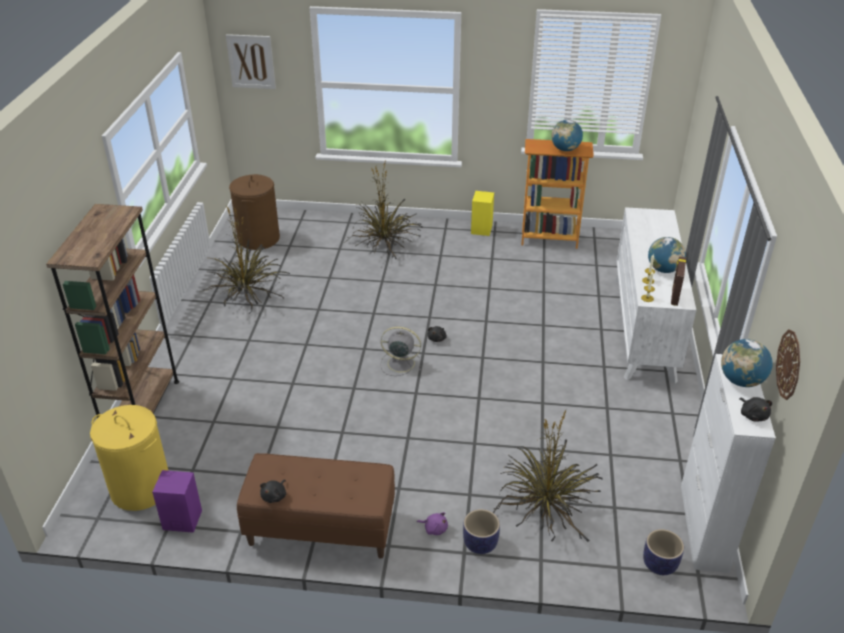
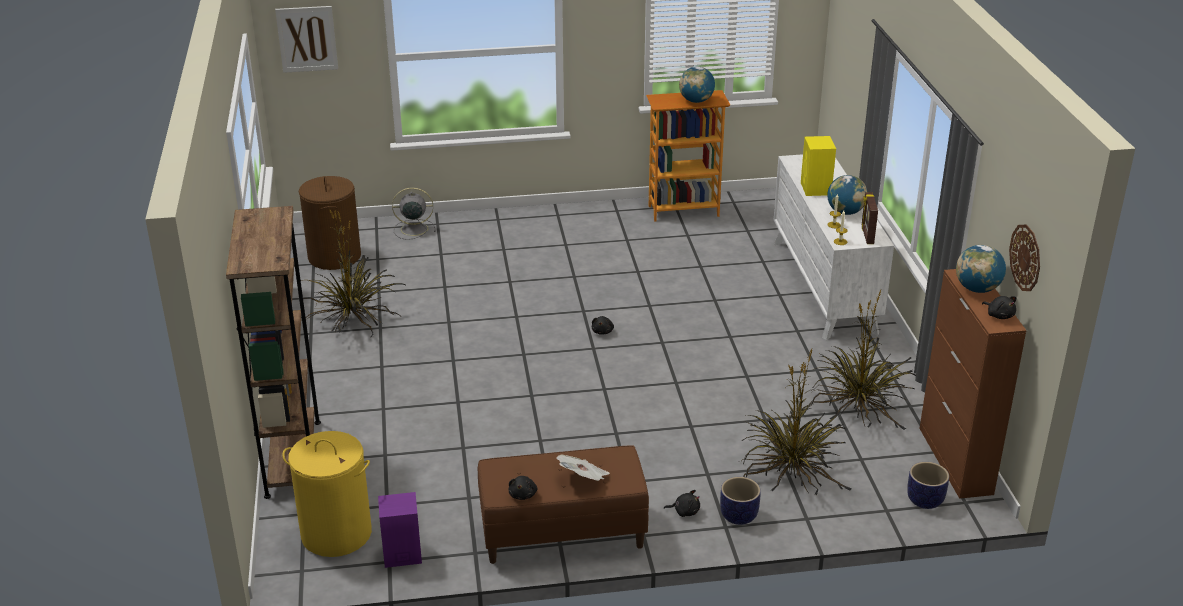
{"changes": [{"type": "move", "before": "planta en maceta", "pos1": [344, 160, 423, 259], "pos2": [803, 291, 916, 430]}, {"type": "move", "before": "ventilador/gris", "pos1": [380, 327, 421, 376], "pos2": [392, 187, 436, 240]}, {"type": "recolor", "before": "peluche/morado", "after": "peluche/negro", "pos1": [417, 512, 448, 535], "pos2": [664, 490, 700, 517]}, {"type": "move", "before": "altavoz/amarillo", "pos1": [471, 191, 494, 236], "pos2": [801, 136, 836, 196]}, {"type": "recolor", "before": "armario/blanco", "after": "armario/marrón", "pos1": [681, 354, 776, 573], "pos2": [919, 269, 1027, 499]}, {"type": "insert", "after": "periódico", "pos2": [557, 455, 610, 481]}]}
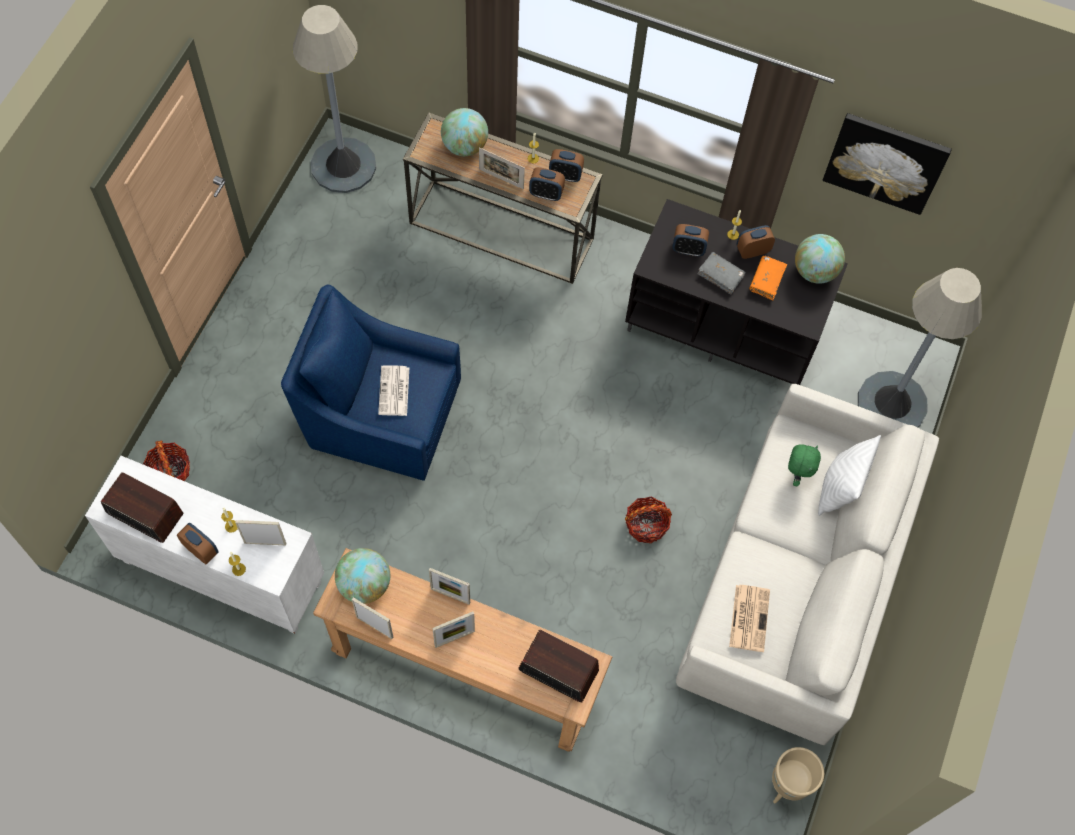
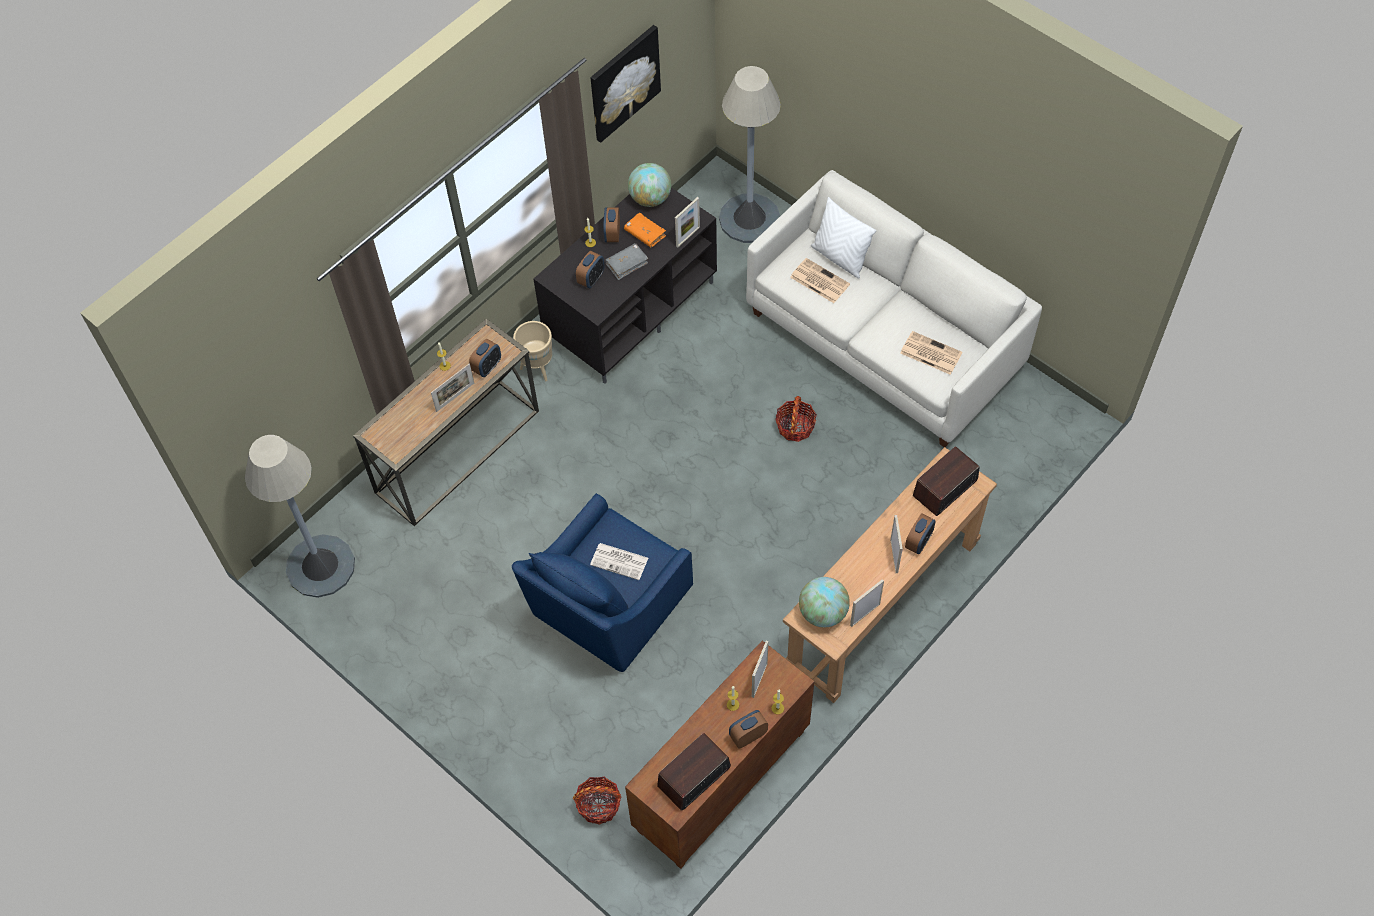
{"changes": [{"type": "recolor", "before": "armario/blanco", "after": "armario/marrón", "pos1": [85, 456, 324, 634], "pos2": [625, 640, 814, 869]}, {"type": "move", "before": "portarretratos", "pos1": [429, 568, 470, 605], "pos2": [675, 197, 700, 248]}, {"type": "delete", "before": "globo terráqueo", "pos1": [441, 108, 488, 156]}, {"type": "move", "before": "despertador", "pos1": [549, 149, 584, 182], "pos2": [905, 513, 936, 554]}, {"type": "move", "before": "maceta/beis", "pos1": [772, 747, 824, 803], "pos2": [513, 321, 552, 381]}, {"type": "replace", "before": "peluche/verde", "after": "periódico", "pos1": [788, 444, 821, 486], "pos2": [790, 258, 850, 303]}]}
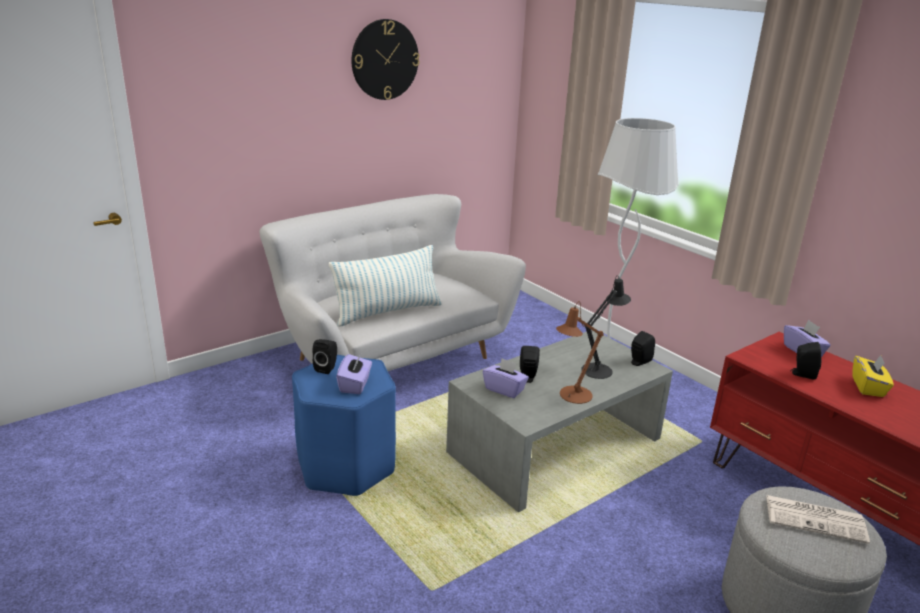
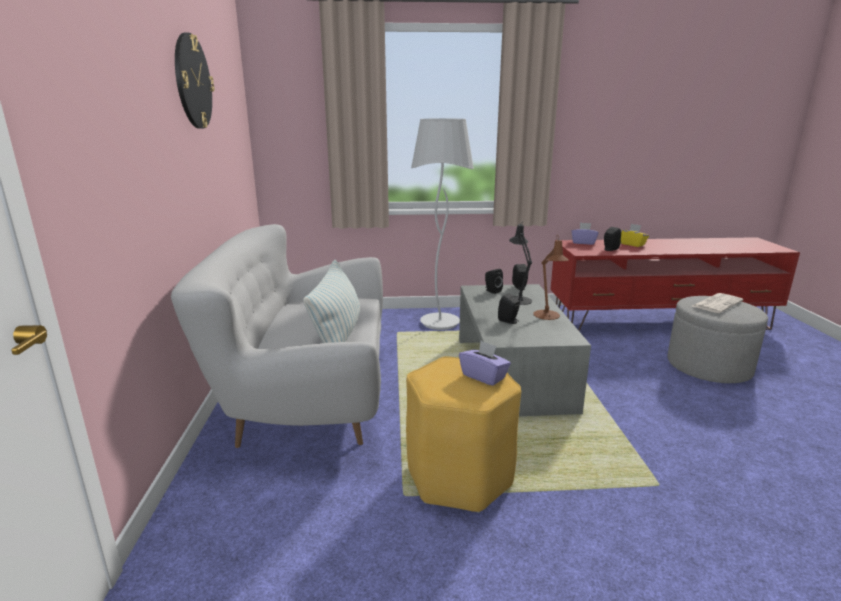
{"changes": [{"type": "recolor", "before": "taburete/azul", "after": "taburete/amarillo", "pos1": [292, 355, 396, 496], "pos2": [406, 356, 521, 513]}, {"type": "move", "before": "altavoz/negro", "pos1": [312, 339, 337, 374], "pos2": [485, 269, 503, 294]}, {"type": "delete", "before": "caja de pañuelos/morado", "pos1": [483, 358, 529, 398]}]}
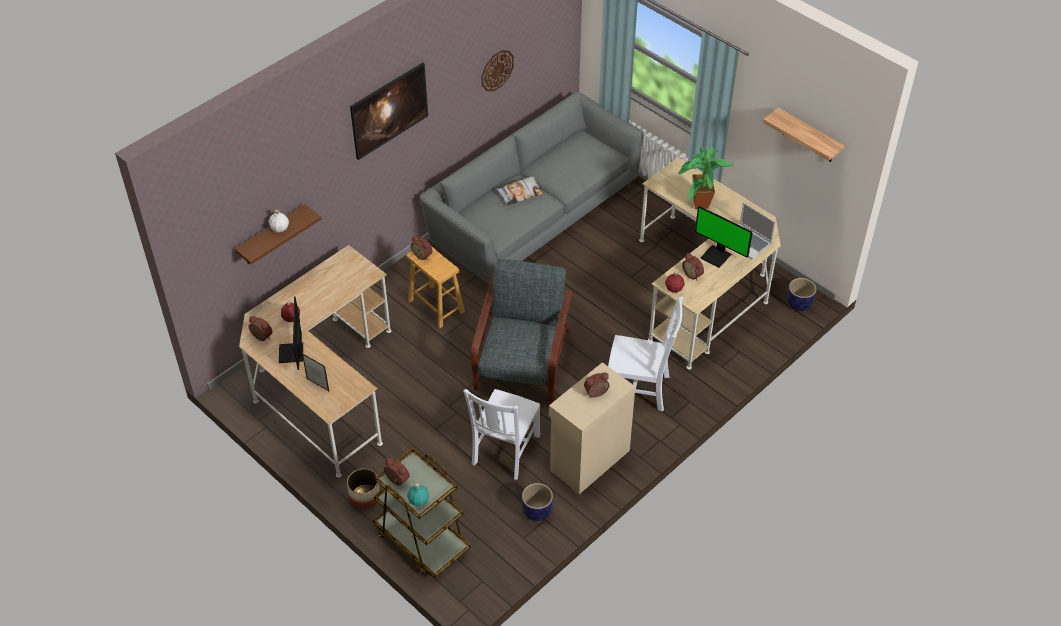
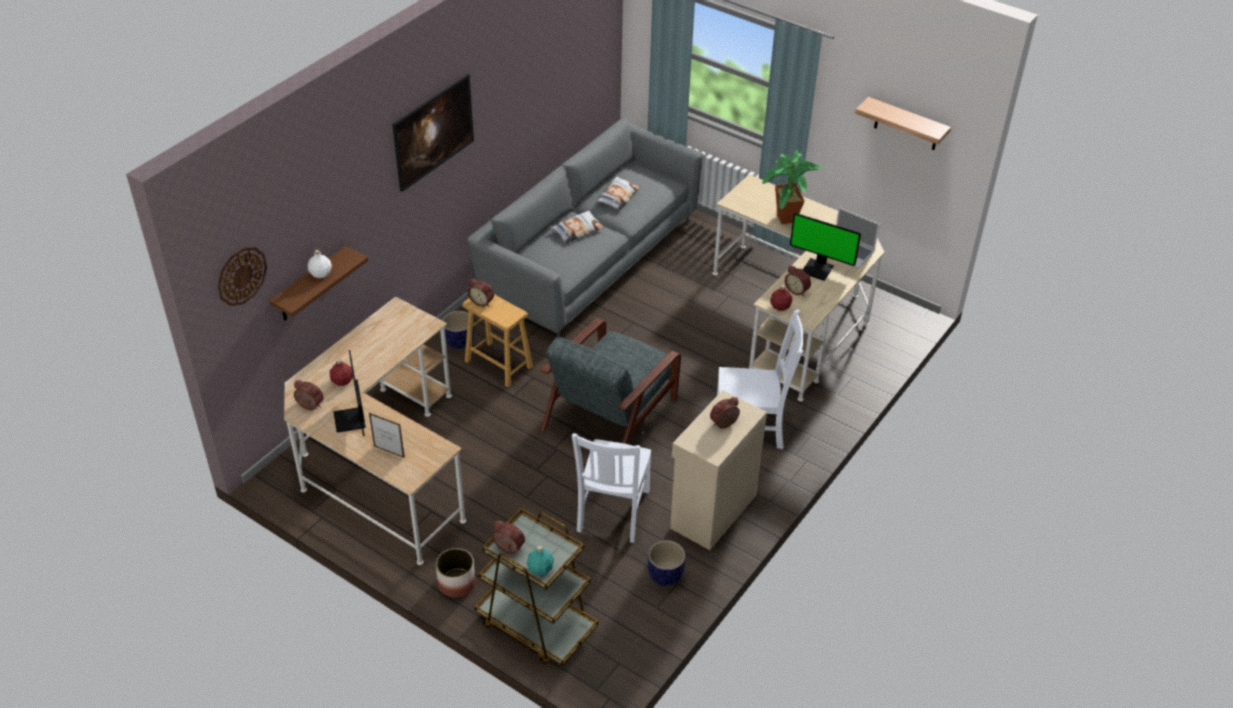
{"changes": [{"type": "rotate", "before": "sillón/gris", "pos1": [471, 259, 573, 402], "pos2": [540, 318, 681, 444], "turn": -150}, {"type": "move", "before": "reloj de pared", "pos1": [481, 50, 514, 91], "pos2": [217, 247, 267, 306]}, {"type": "move", "before": "maceta", "pos1": [787, 278, 817, 311], "pos2": [442, 311, 474, 349]}, {"type": "insert", "after": "cojín", "pos2": [597, 176, 640, 210]}]}
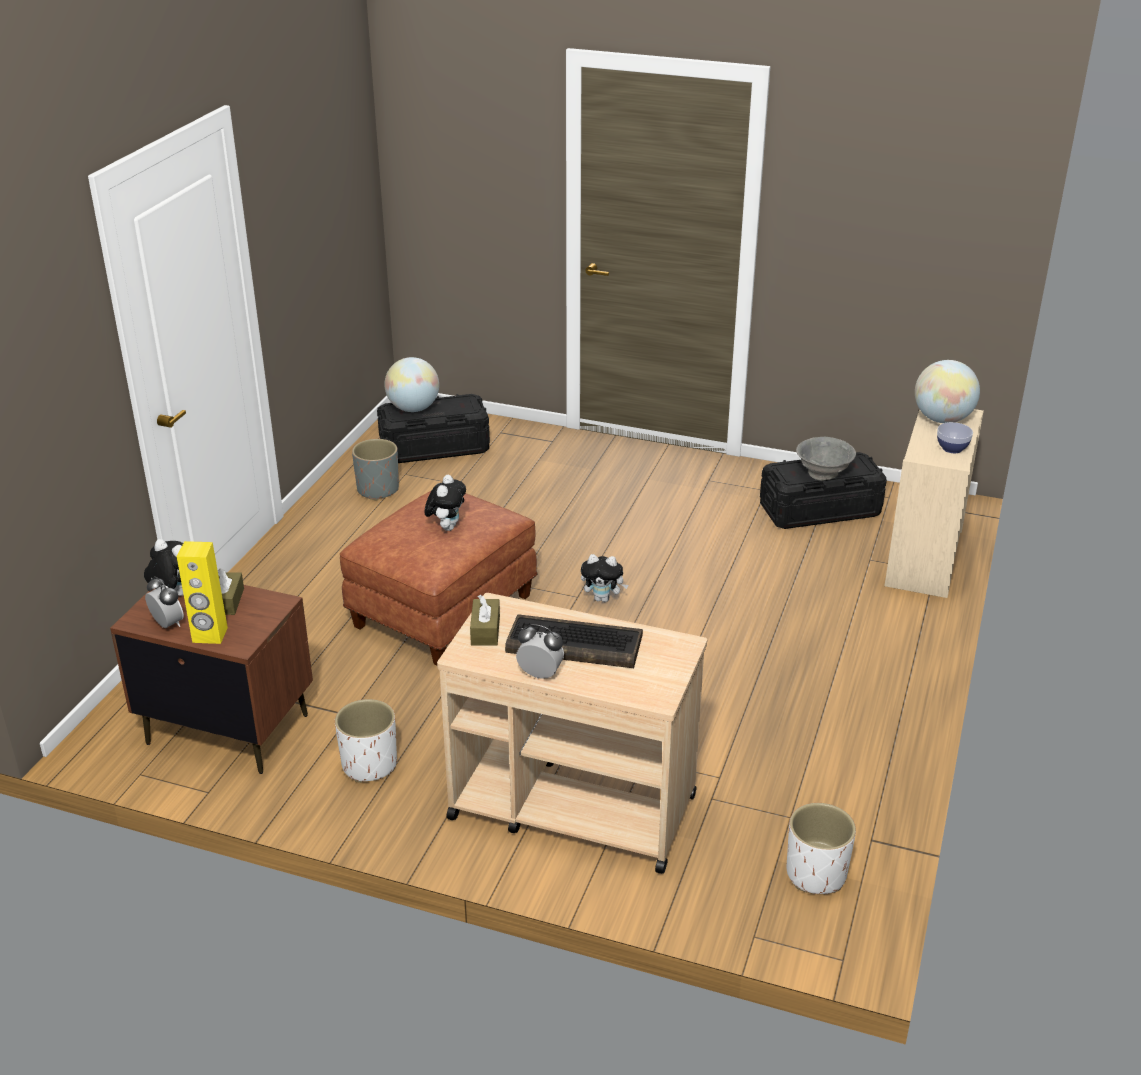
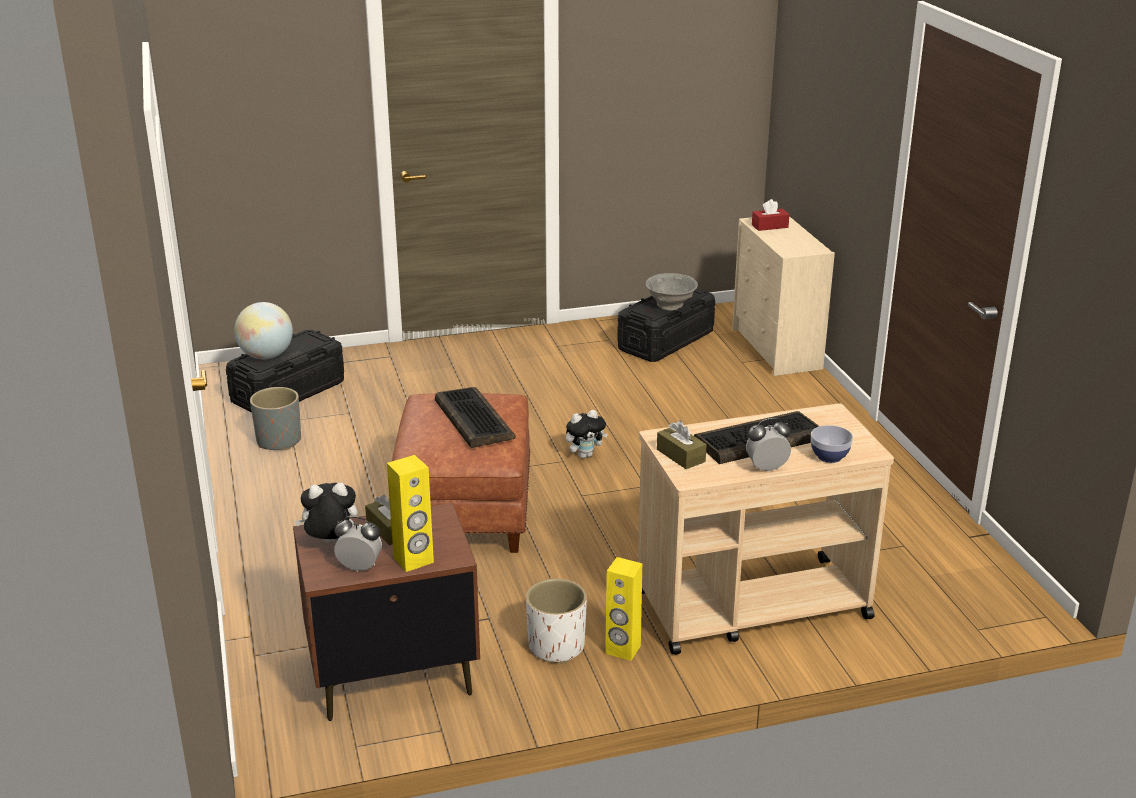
{"changes": [{"type": "replace", "before": "peluche", "after": "teclado", "pos1": [425, 474, 466, 531], "pos2": [435, 387, 516, 448]}, {"type": "delete", "before": "maceta/blanco", "pos1": [786, 803, 856, 894]}, {"type": "replace", "before": "globo terráqueo", "after": "caja de pañuelos/rojo", "pos1": [915, 360, 980, 423], "pos2": [752, 199, 790, 231]}, {"type": "move", "before": "cuenco", "pos1": [937, 422, 973, 453], "pos2": [811, 425, 853, 463]}, {"type": "insert", "after": "altavoz/amarillo", "pos2": [605, 557, 642, 661]}]}
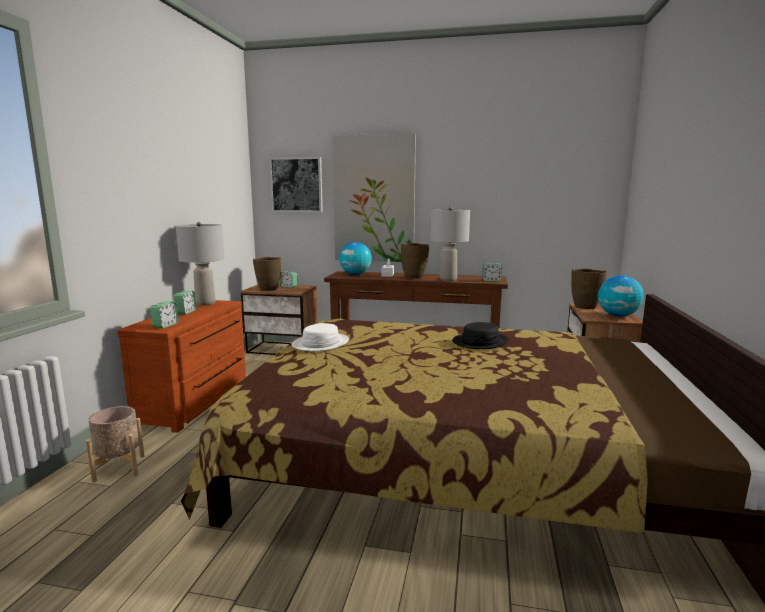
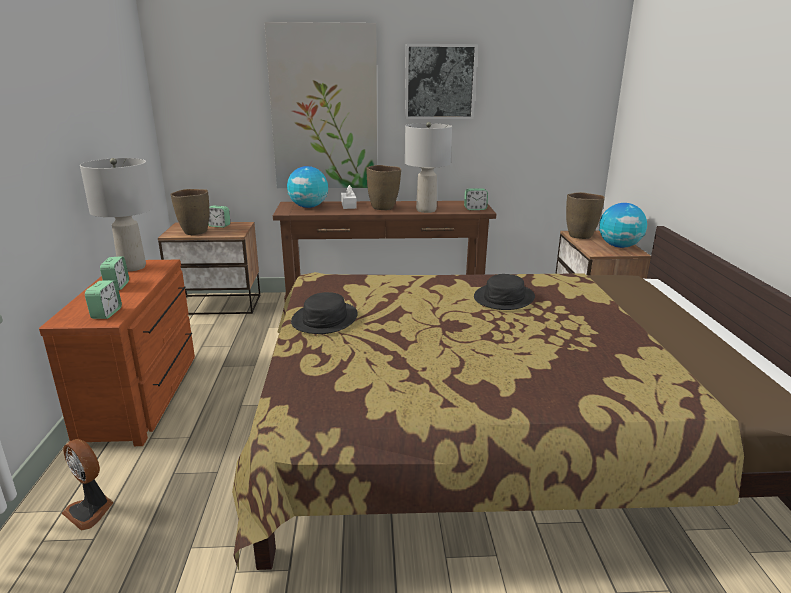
{"changes": [{"type": "replace", "before": "maceta/beis", "after": "ventilador", "pos1": [86, 406, 144, 482], "pos2": [62, 439, 114, 531]}, {"type": "move", "before": "cuadro", "pos1": [269, 157, 323, 212], "pos2": [405, 44, 478, 119]}, {"type": "recolor", "before": "sombrero/blanco", "after": "sombrero/negro", "pos1": [292, 323, 349, 352], "pos2": [291, 292, 358, 334]}]}
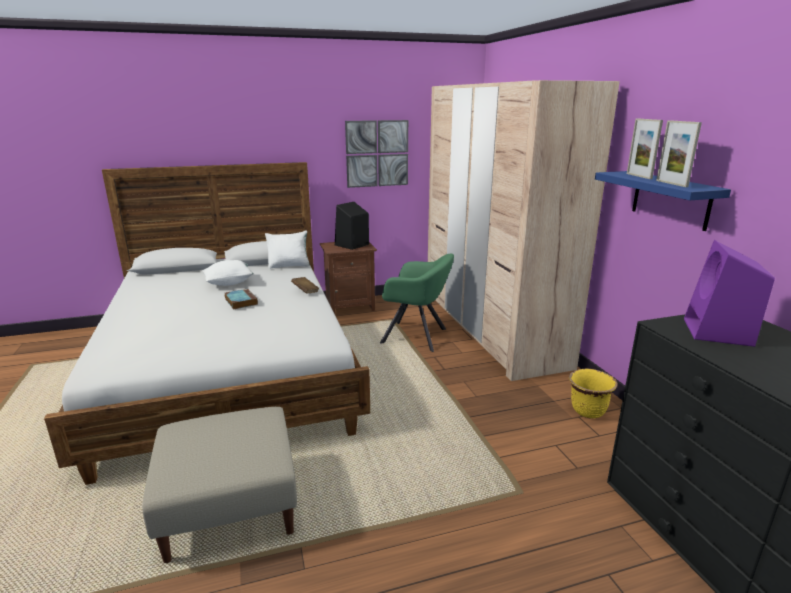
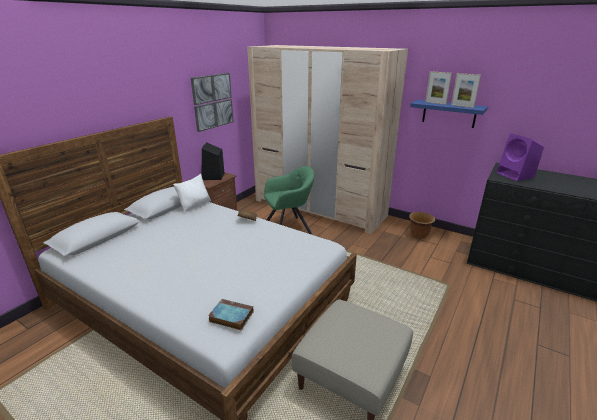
{"changes": [{"type": "delete", "before": "cojín/blanco", "pos1": [202, 260, 253, 286]}, {"type": "move", "before": "libro", "pos1": [225, 289, 258, 309], "pos2": [208, 299, 253, 330]}, {"type": "recolor", "before": "maceta/amarillo", "after": "maceta/marrón", "pos1": [569, 369, 618, 419], "pos2": [409, 212, 436, 239]}]}
